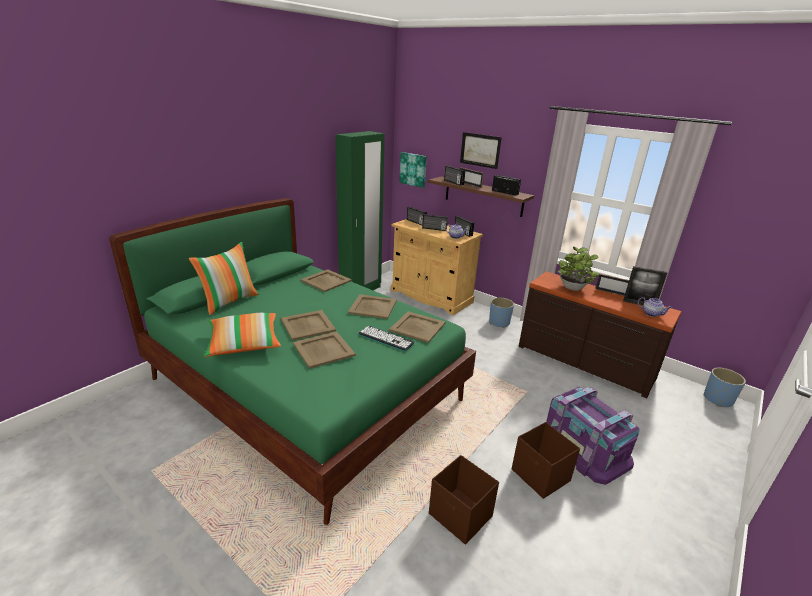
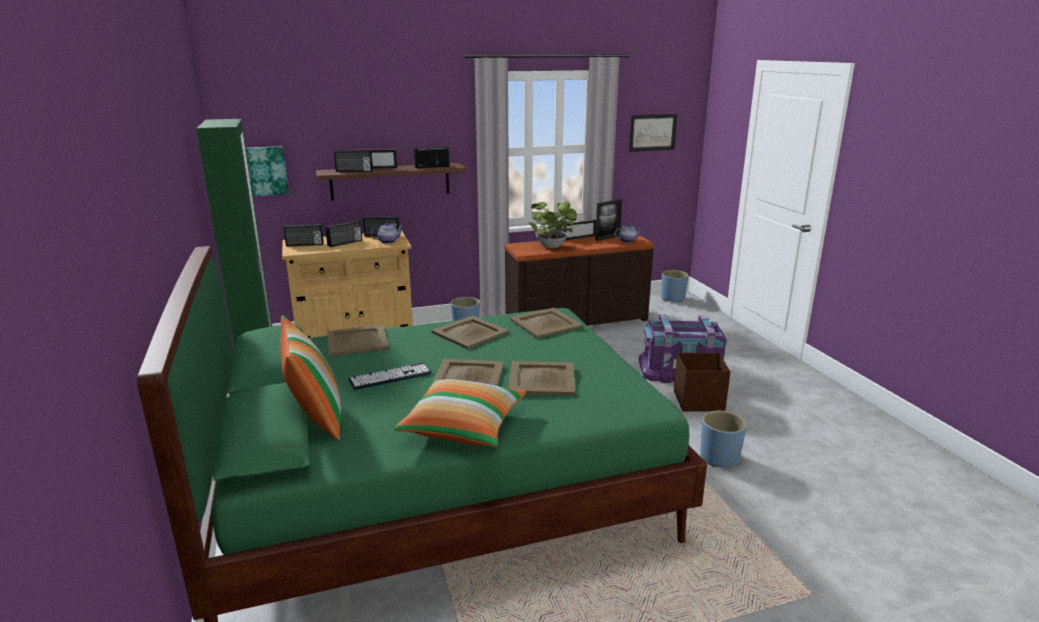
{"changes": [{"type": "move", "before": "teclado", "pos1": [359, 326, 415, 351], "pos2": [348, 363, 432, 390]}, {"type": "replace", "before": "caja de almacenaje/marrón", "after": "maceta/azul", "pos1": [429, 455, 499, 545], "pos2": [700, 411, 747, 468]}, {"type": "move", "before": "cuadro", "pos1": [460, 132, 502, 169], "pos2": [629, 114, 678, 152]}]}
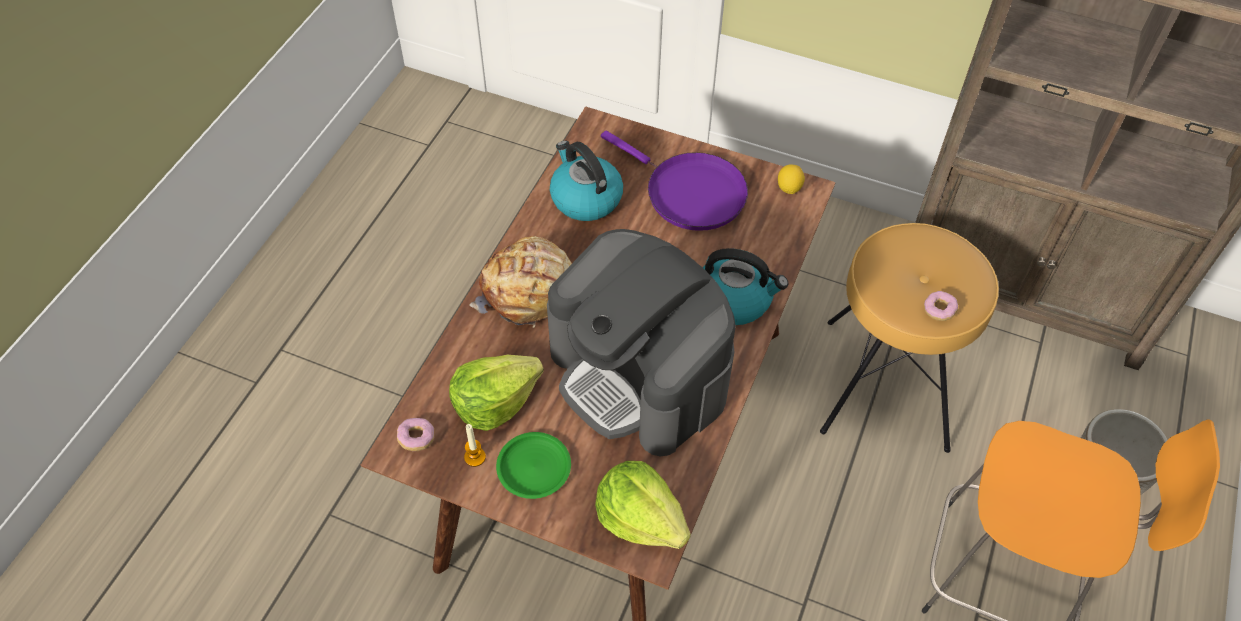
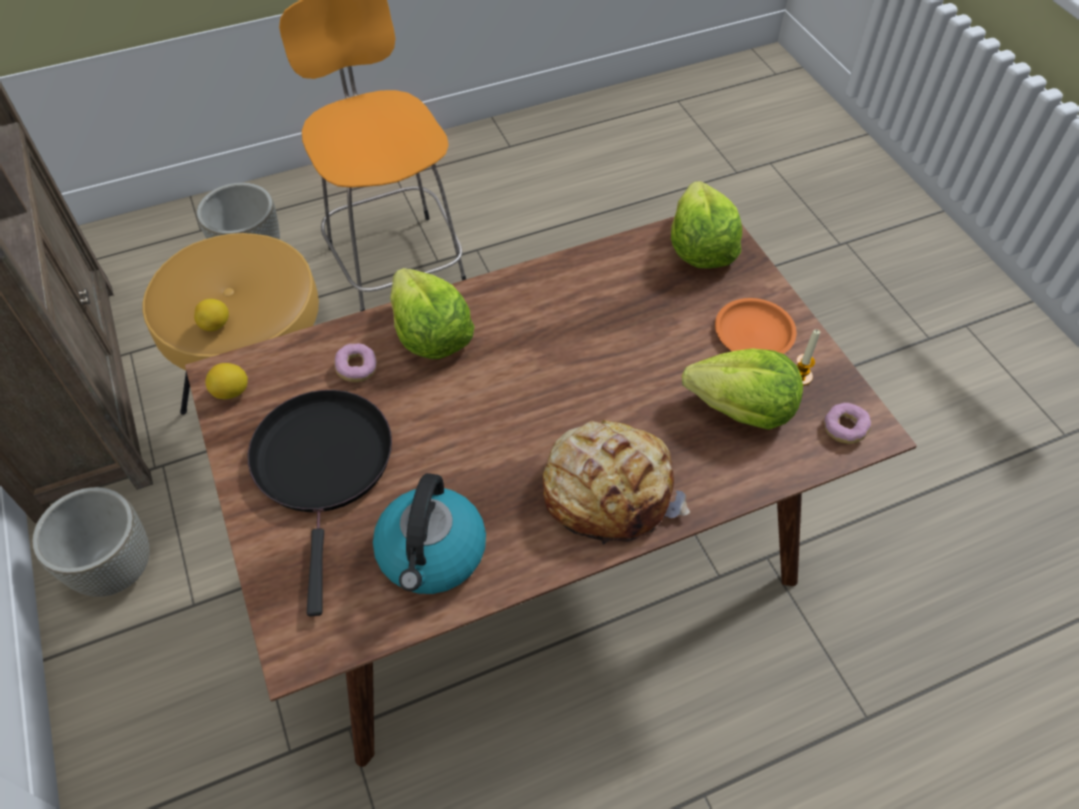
{"changes": [{"type": "recolor", "before": "plato/verde", "after": "plato/naranja", "pos1": [496, 432, 571, 499], "pos2": [715, 298, 797, 354]}, {"type": "delete", "before": "cafetera", "pos1": [547, 229, 736, 456]}, {"type": "recolor", "before": "sartén/morado", "after": "sartén/negro", "pos1": [601, 131, 748, 231], "pos2": [248, 390, 392, 616]}, {"type": "replace", "before": "hervidor", "after": "lechuga", "pos1": [703, 248, 788, 325], "pos2": [390, 268, 475, 359]}, {"type": "move", "before": "rosquilla", "pos1": [924, 291, 958, 321], "pos2": [334, 343, 377, 382]}, {"type": "insert", "after": "maceta/gris", "pos2": [32, 487, 150, 597]}, {"type": "insert", "after": "limón", "pos2": [194, 299, 229, 331]}]}
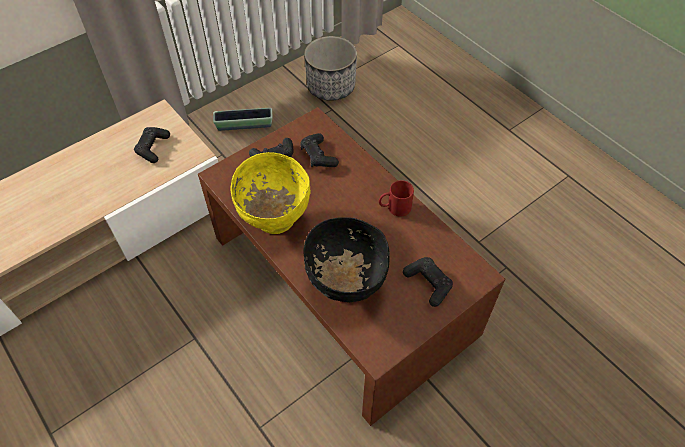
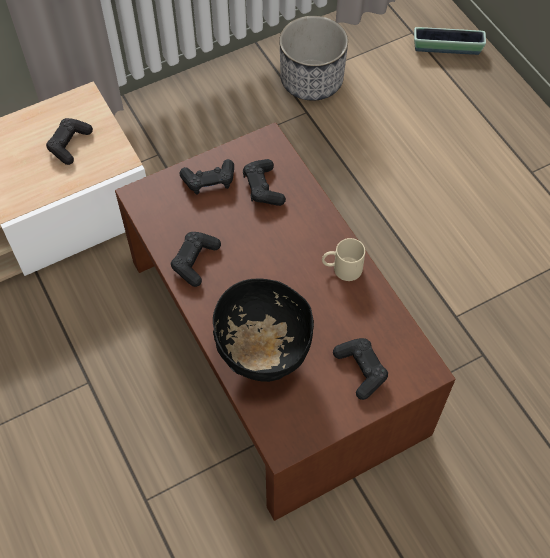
{"changes": [{"type": "move", "before": "maceta", "pos1": [213, 108, 272, 131], "pos2": [414, 27, 486, 55]}, {"type": "replace", "before": "cuenco/amarillo", "after": "mando de consola/negro", "pos1": [230, 152, 311, 234], "pos2": [171, 232, 221, 287]}, {"type": "recolor", "before": "taza grande/rojo", "after": "taza grande/beis", "pos1": [379, 180, 414, 217], "pos2": [322, 238, 365, 281]}]}
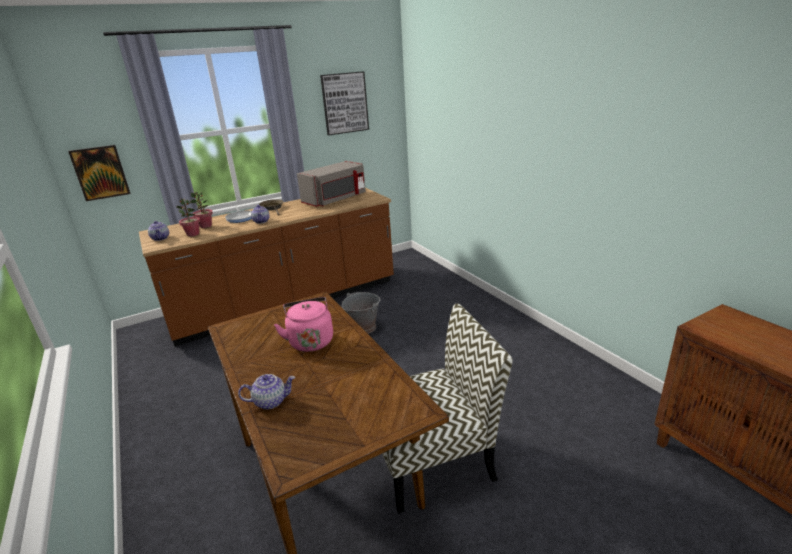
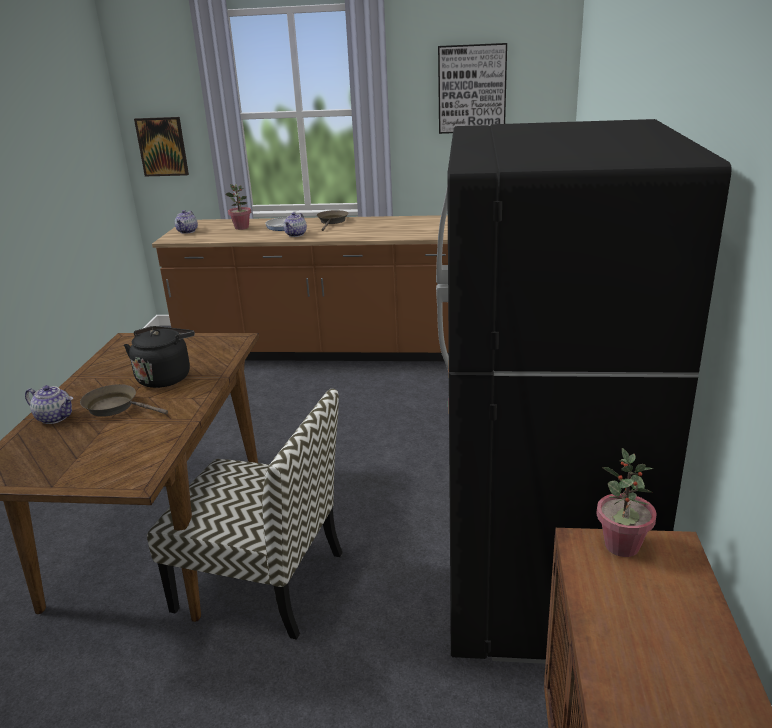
{"changes": [{"type": "move", "before": "planta en maceta", "pos1": [176, 198, 200, 237], "pos2": [596, 448, 657, 557]}, {"type": "recolor", "before": "hervidor/rosa", "after": "hervidor/negro", "pos1": [274, 297, 333, 352], "pos2": [124, 326, 195, 388]}, {"type": "delete", "before": "microondas/gris", "pos1": [297, 161, 366, 207]}, {"type": "delete", "before": "cubo/gris", "pos1": [342, 292, 381, 334]}, {"type": "insert", "after": "sartén/marrón", "pos2": [80, 384, 168, 417]}, {"type": "insert", "after": "nevera/negro", "pos2": [436, 119, 732, 664]}]}
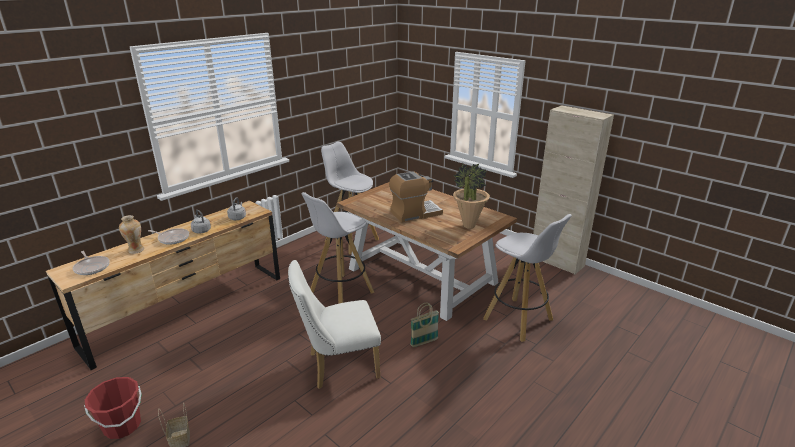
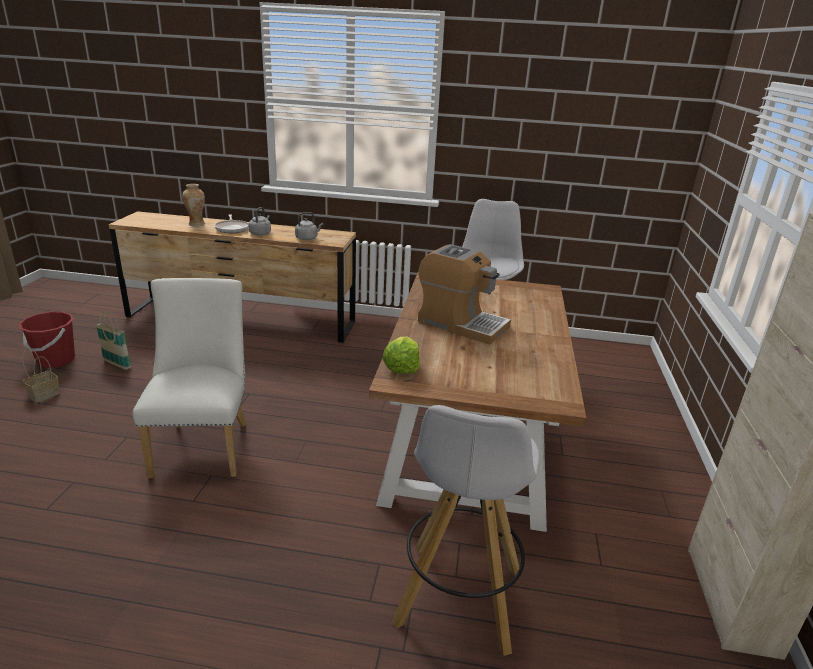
{"changes": [{"type": "delete", "before": "sartén", "pos1": [73, 251, 110, 275]}, {"type": "rotate", "before": "silla/blanco", "pos1": [288, 260, 381, 389], "pos2": [132, 278, 246, 478], "turn": 45}, {"type": "delete", "before": "taburete/blanco", "pos1": [302, 192, 374, 303]}, {"type": "move", "before": "cesta", "pos1": [410, 303, 439, 347], "pos2": [96, 311, 131, 370]}, {"type": "delete", "before": "planta en maceta", "pos1": [453, 163, 490, 229]}, {"type": "insert", "after": "lechuga", "pos2": [382, 336, 420, 374]}]}
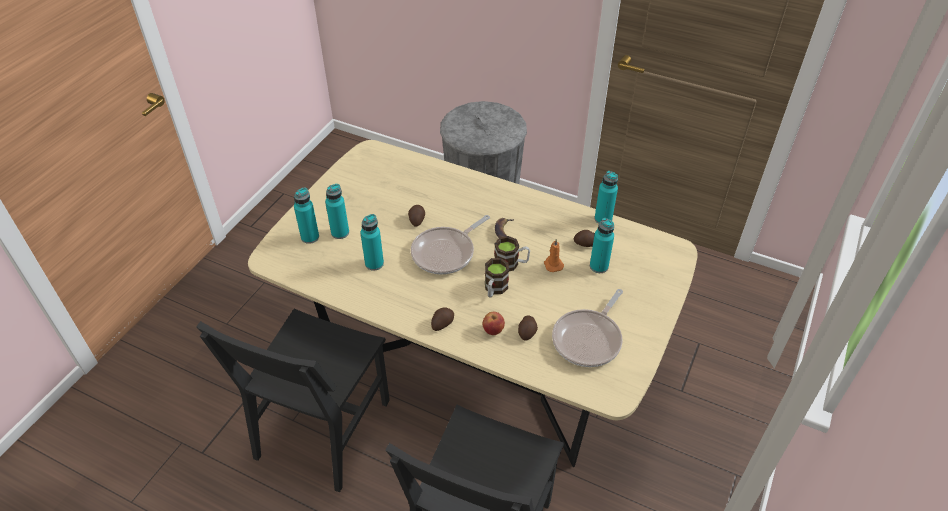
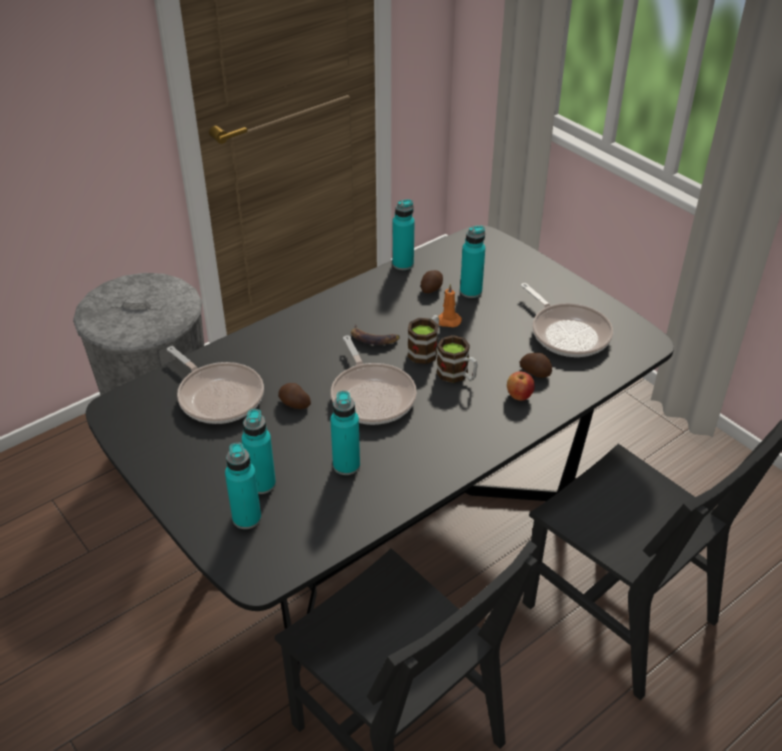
{"changes": [{"type": "recolor", "before": "mesa de comedor/beis", "after": "mesa de comedor/negro", "pos1": [248, 140, 698, 467], "pos2": [86, 225, 674, 674]}, {"type": "delete", "before": "patata", "pos1": [431, 307, 454, 331]}, {"type": "insert", "after": "sartén", "pos2": [167, 346, 264, 424]}]}
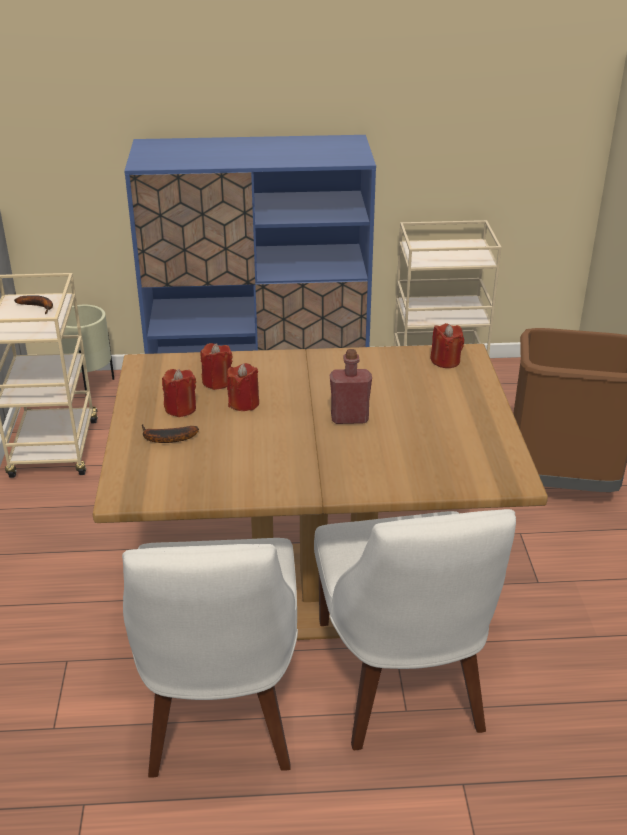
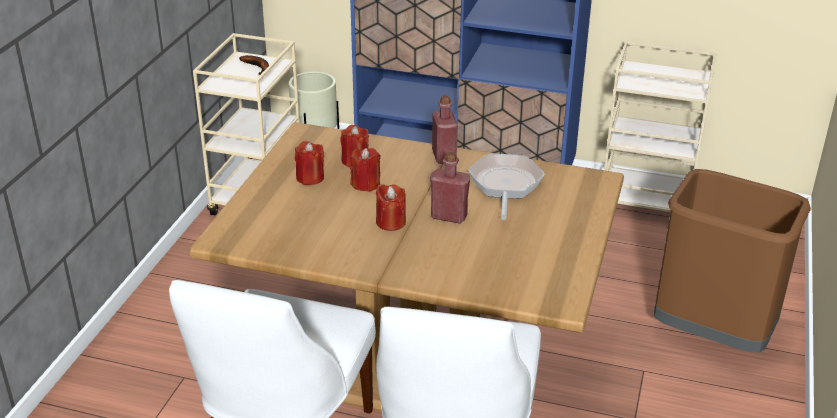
{"changes": [{"type": "delete", "before": "plátano", "pos1": [142, 424, 199, 443]}, {"type": "move", "before": "vela/rojo", "pos1": [430, 323, 464, 368], "pos2": [376, 184, 406, 231]}, {"type": "insert", "after": "botella/rojo", "pos2": [432, 95, 458, 164]}, {"type": "insert", "after": "sartén", "pos2": [468, 154, 545, 220]}]}
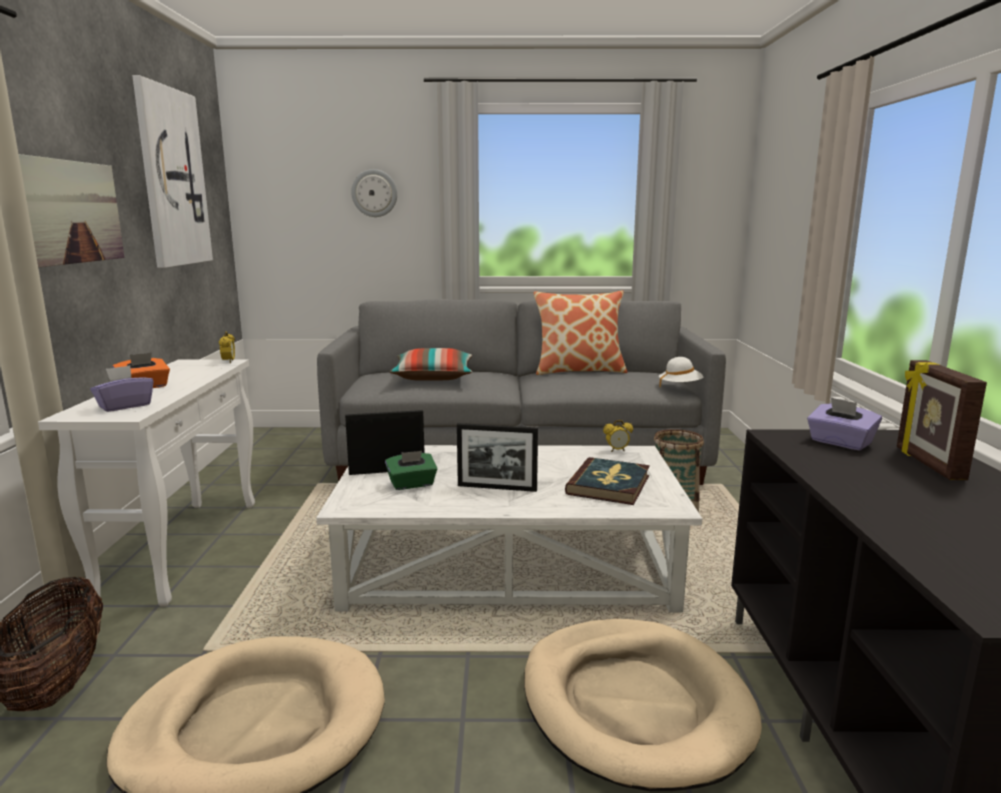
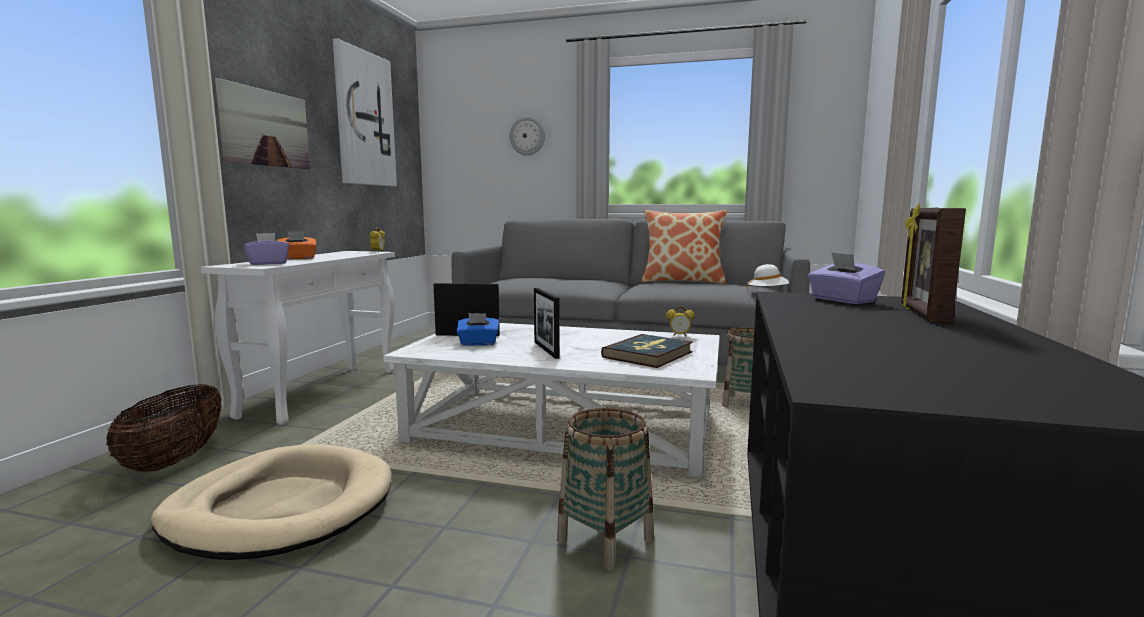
{"changes": [{"type": "recolor", "before": "caja de pañuelos/verde", "after": "caja de pañuelos/azul", "pos1": [385, 451, 437, 490], "pos2": [457, 313, 499, 346]}, {"type": "delete", "before": "cojín", "pos1": [390, 348, 472, 381]}, {"type": "rotate", "before": "portarretratos", "pos1": [457, 423, 538, 492], "pos2": [534, 288, 560, 359], "turn": 45}, {"type": "replace", "before": "cama para perro/beis", "after": "cesta", "pos1": [524, 619, 762, 792], "pos2": [557, 408, 654, 570]}]}
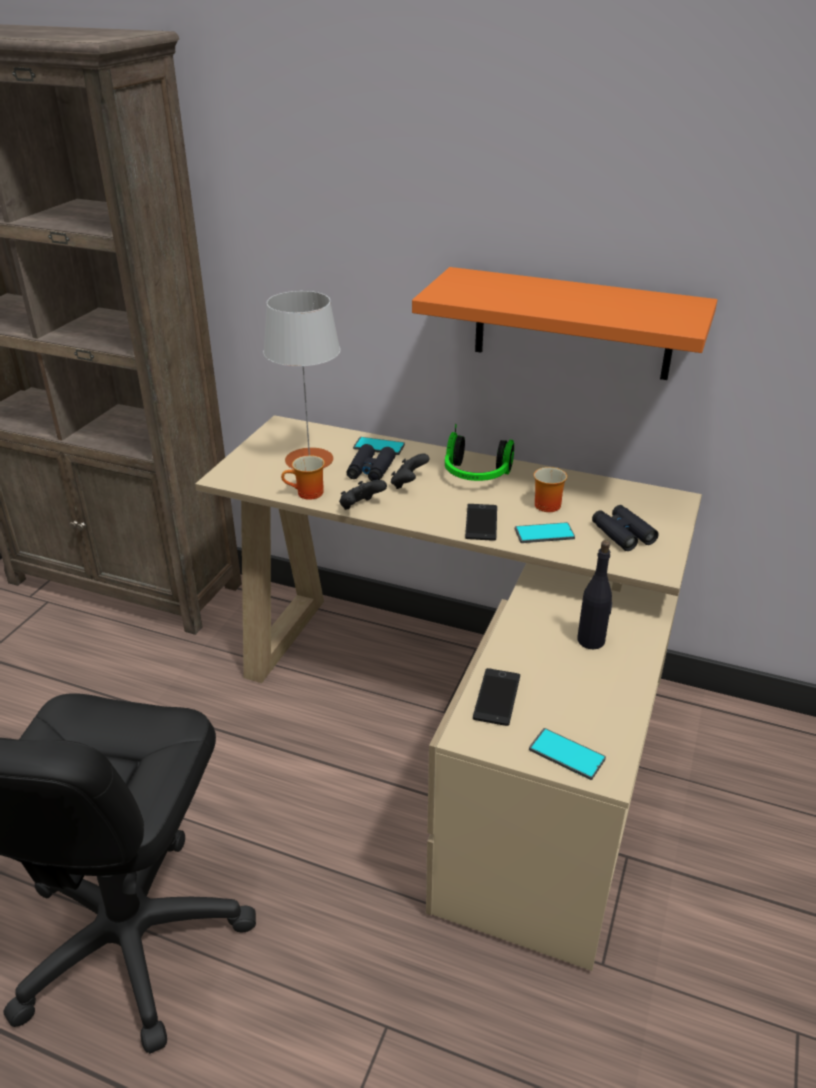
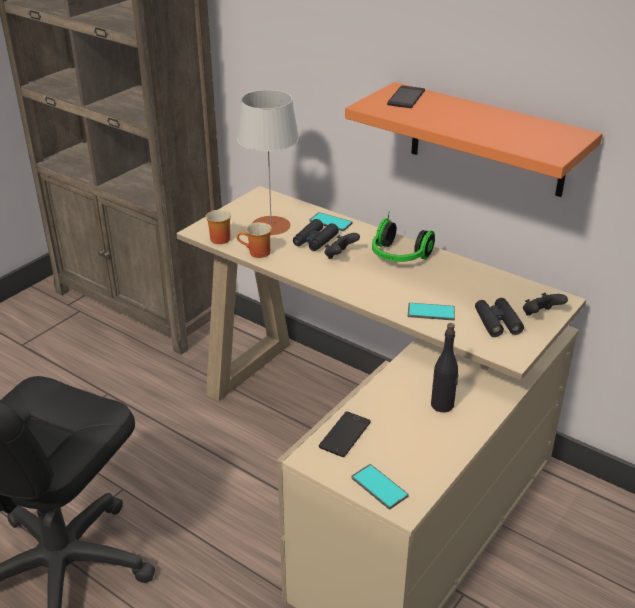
{"changes": [{"type": "move", "before": "mando de consola/negro", "pos1": [339, 480, 387, 510], "pos2": [523, 293, 568, 316]}, {"type": "move", "before": "móvil", "pos1": [465, 504, 497, 541], "pos2": [387, 85, 425, 108]}, {"type": "move", "before": "taza grande", "pos1": [534, 467, 567, 512], "pos2": [206, 210, 231, 244]}]}
